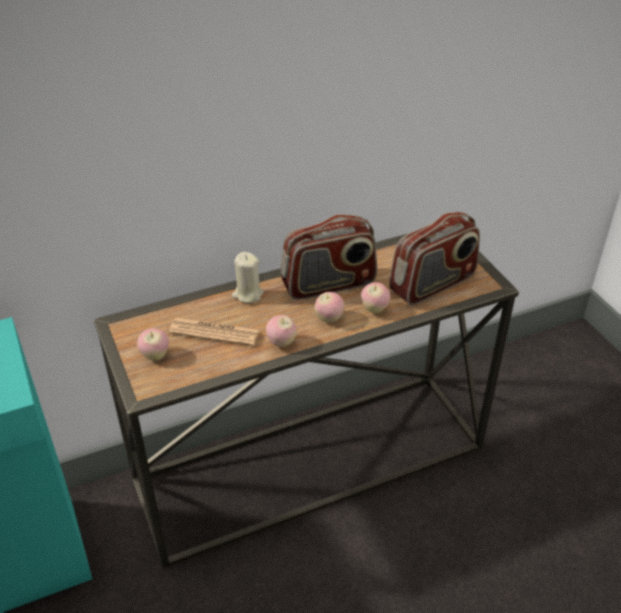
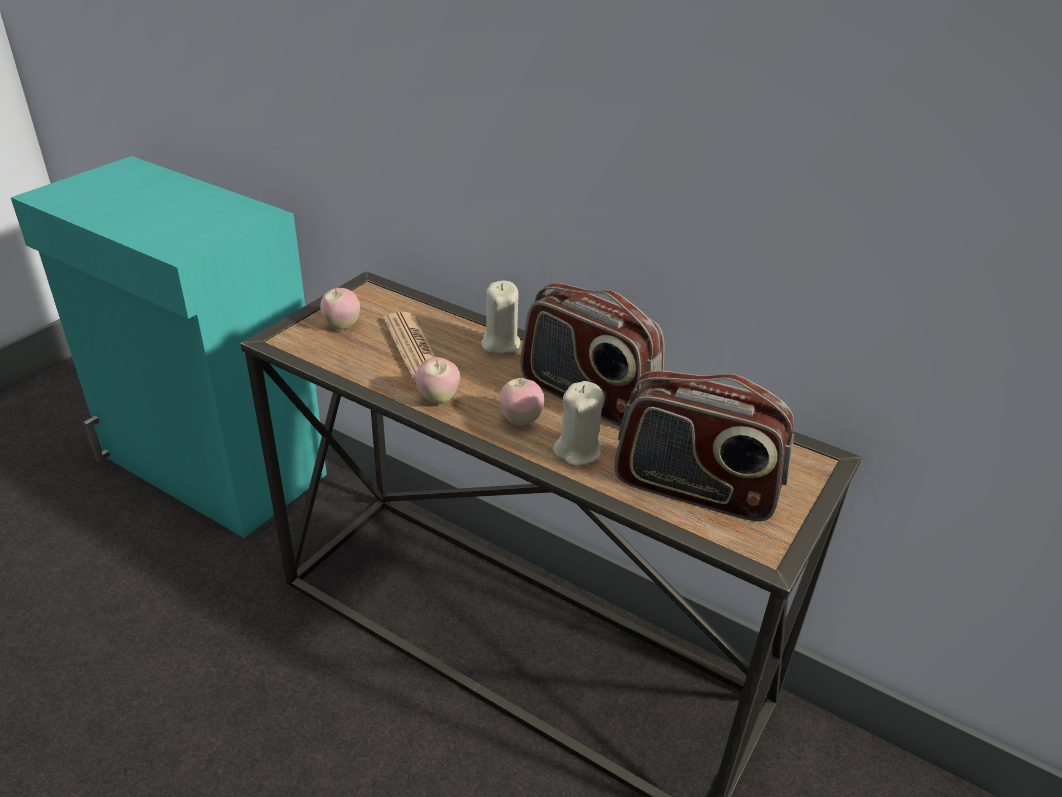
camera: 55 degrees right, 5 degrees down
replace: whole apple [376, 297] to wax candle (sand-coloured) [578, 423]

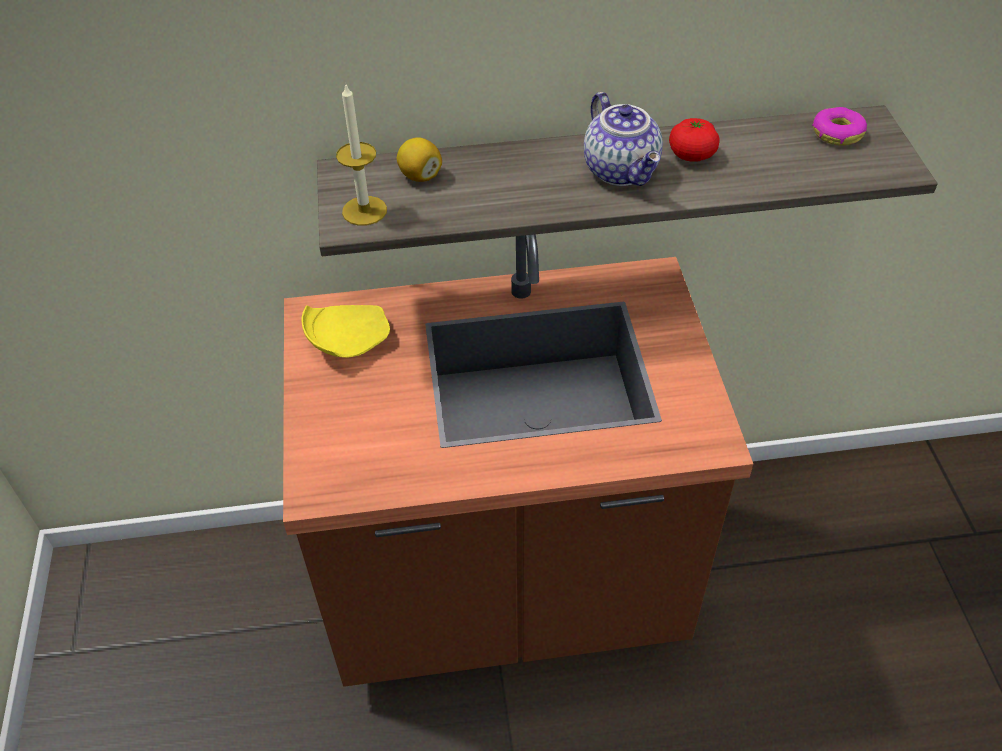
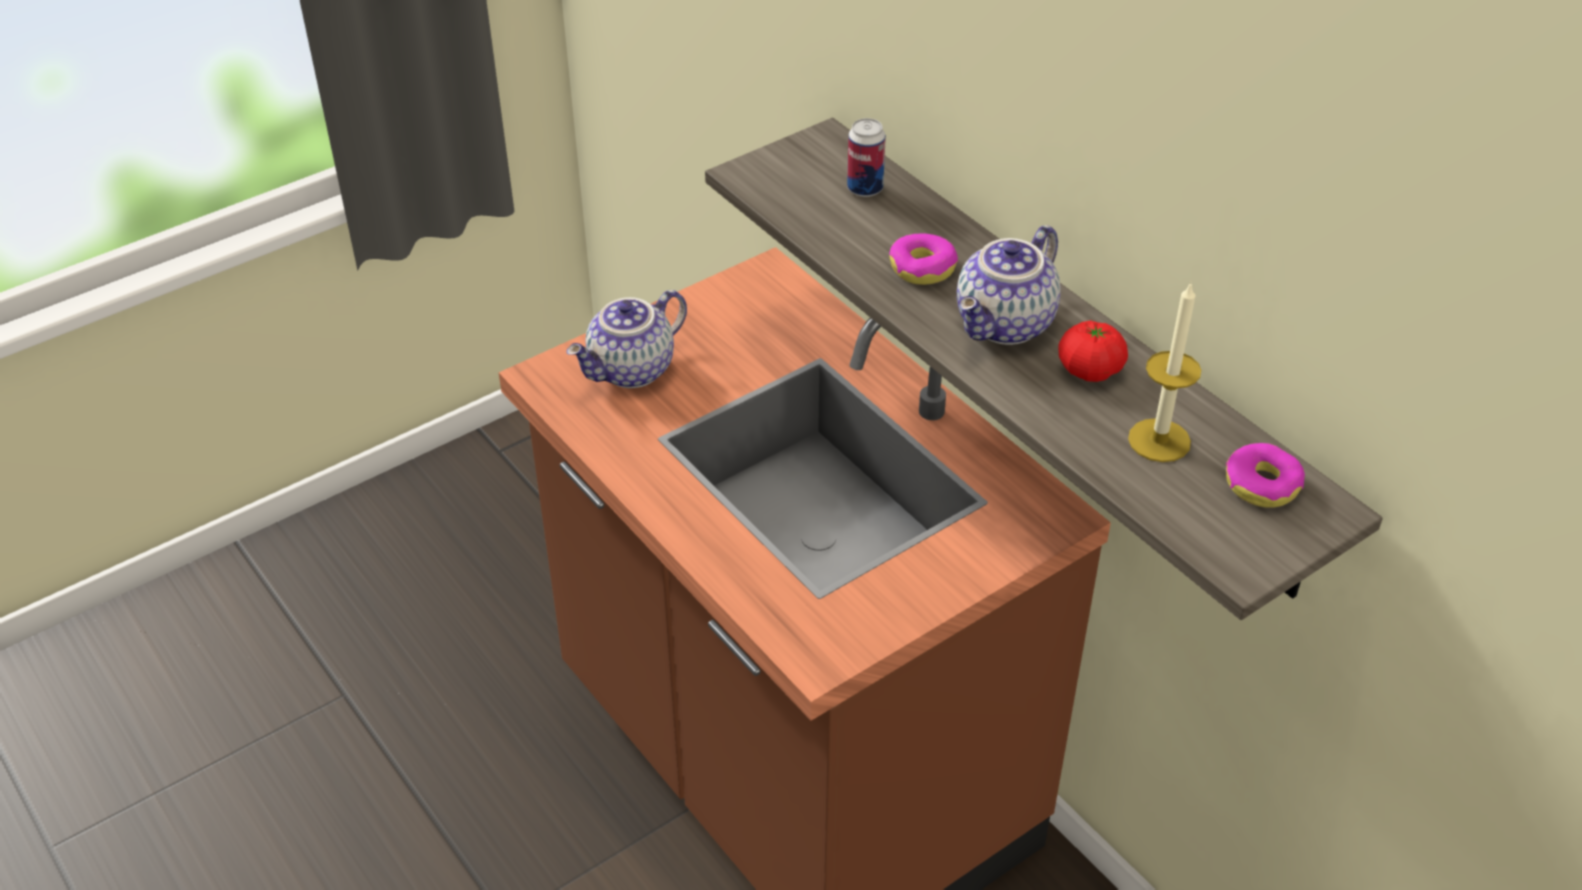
camera: 60 degrees right, 5 degrees down
delete: flat dish (yellow-coloured) [346, 331]
insert: pot for tea [627, 339]; ring doughnut [923, 259]
move: wax candle [361, 154] to [1164, 371]
replace: lemon [419, 159] to metal can [866, 157]

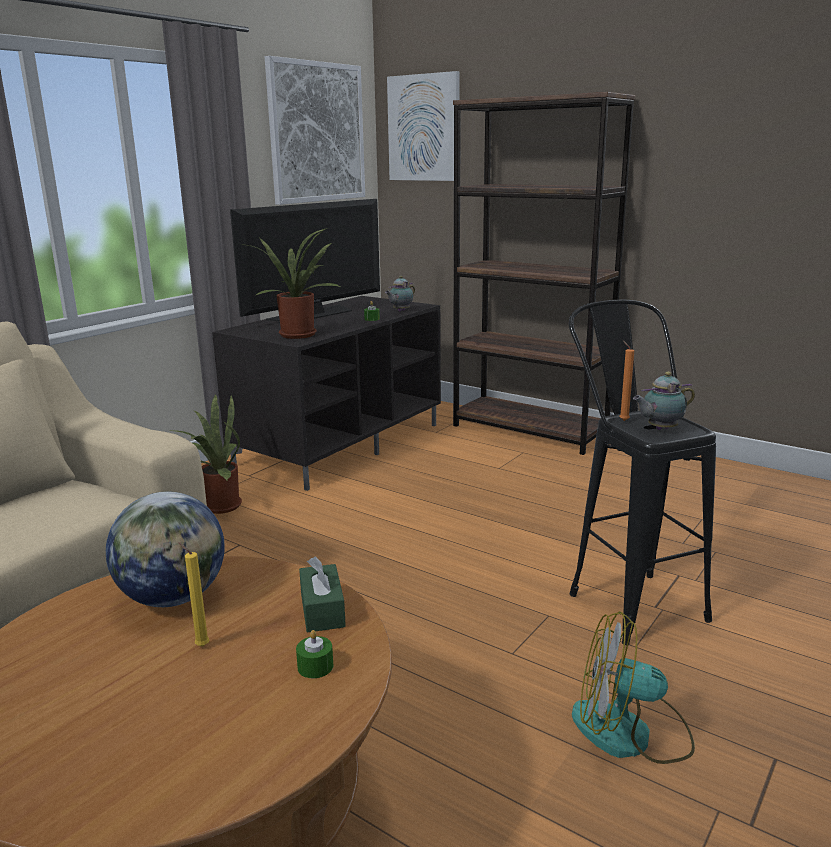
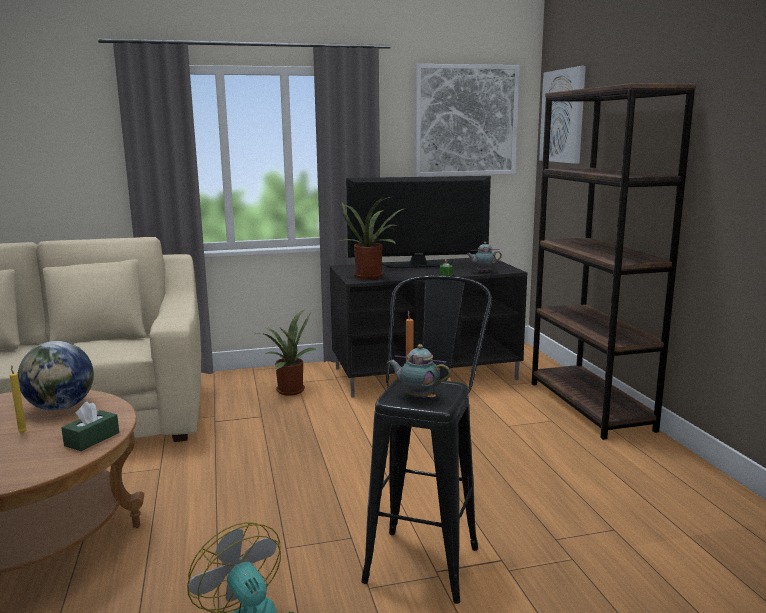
camera: 40 degrees right, 5 degrees down
delete: wax candle (green-coloured) [314, 654]

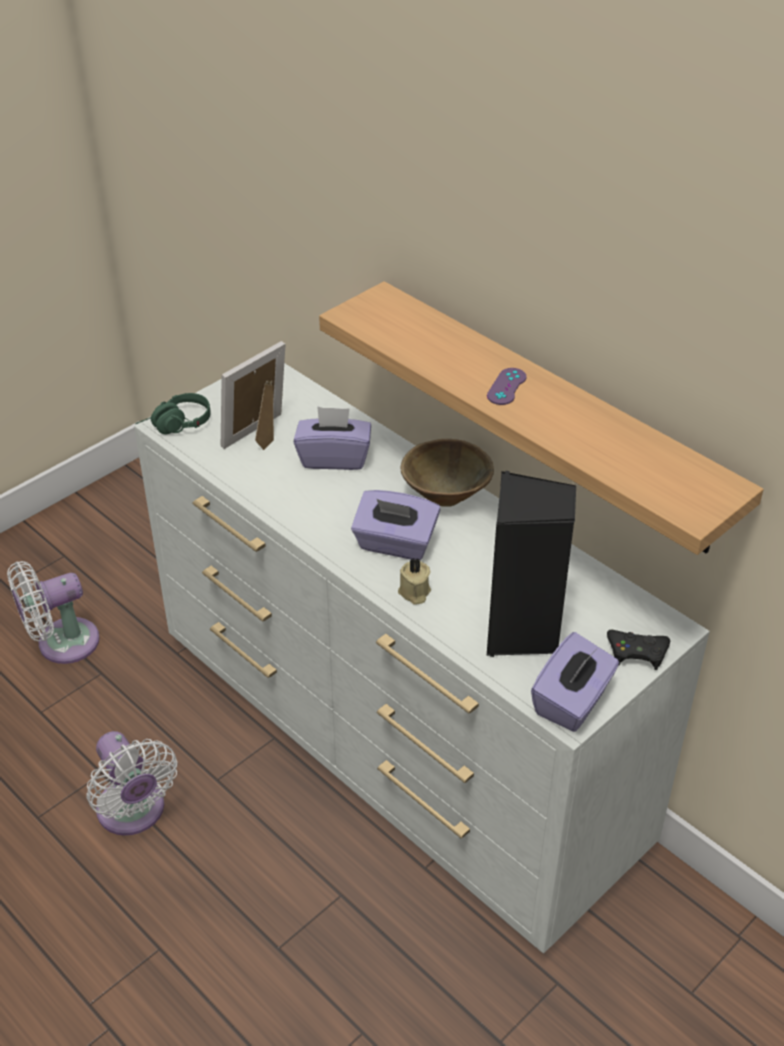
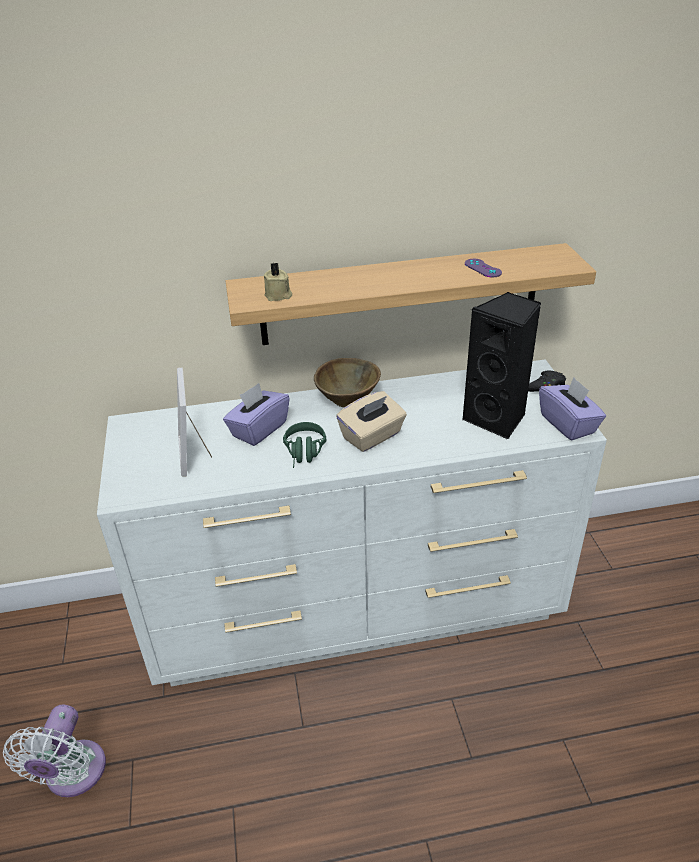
camera: 55 degrees left, 5 degrees down
delete: cooling fan (whitish) [132, 783]
move: pair of headphones (green-coloured) [173, 413] to [304, 445]; wax candle (sand-coloured) [414, 581] to [277, 282]; joypad (purplish) [507, 386] to [483, 268]
recolor: tissue holder (purplish) [395, 525] to tissue holder (sand-coloured) [371, 421]

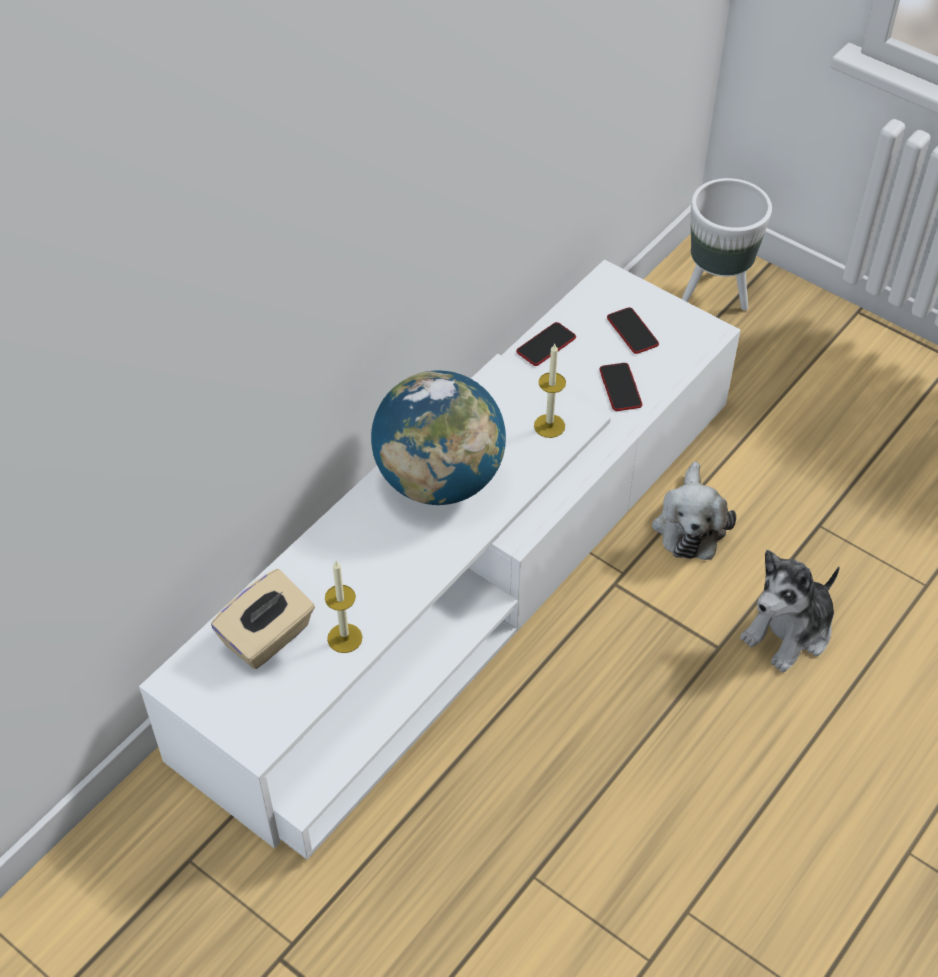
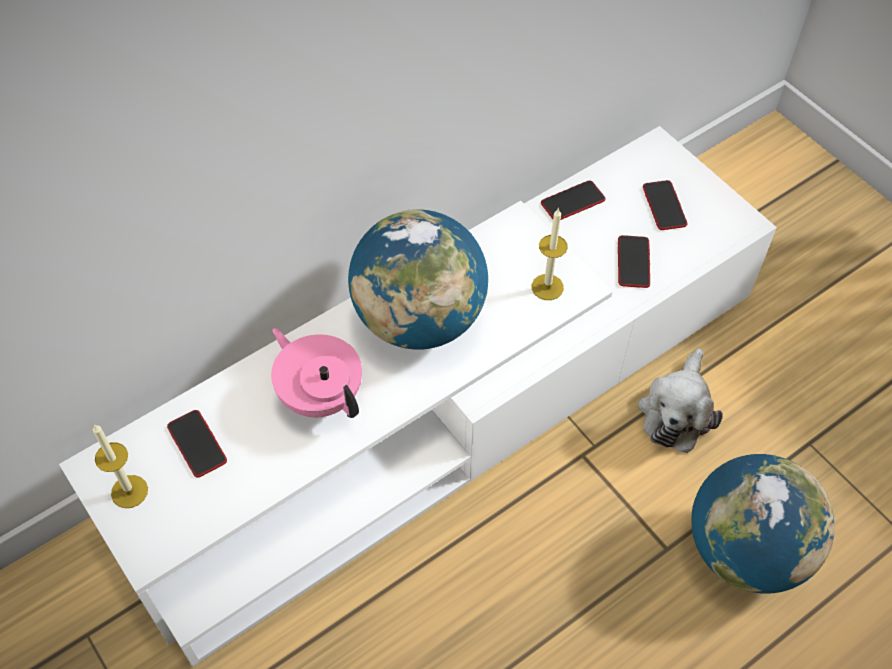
camera: 15 degrees right, 5 degrees up
delete: plant pot (whitish) [727, 244]
insert: pot for tea (pink) [316, 373]
move: wax candle [343, 607] to [120, 466]
replace: tissue holder (sand-coloured) [263, 619] to phone [197, 443]; soft toy [790, 611] to globe [763, 524]

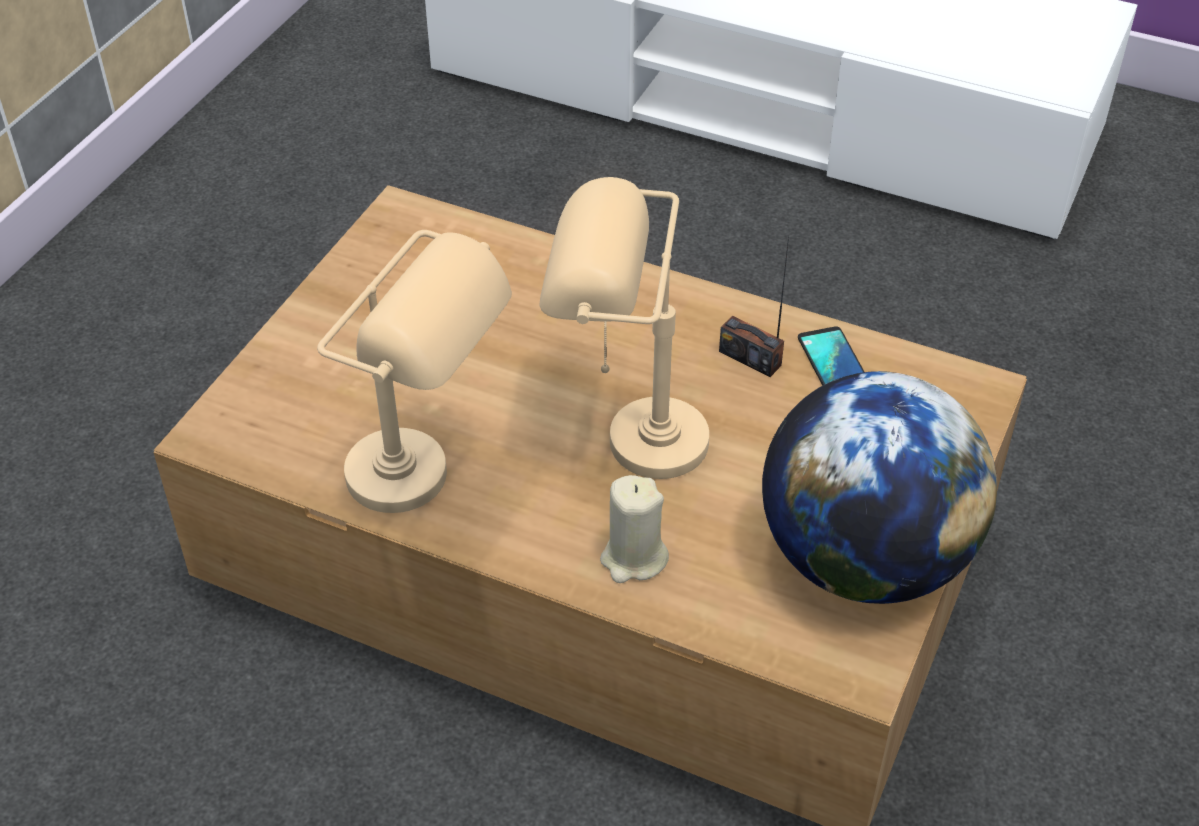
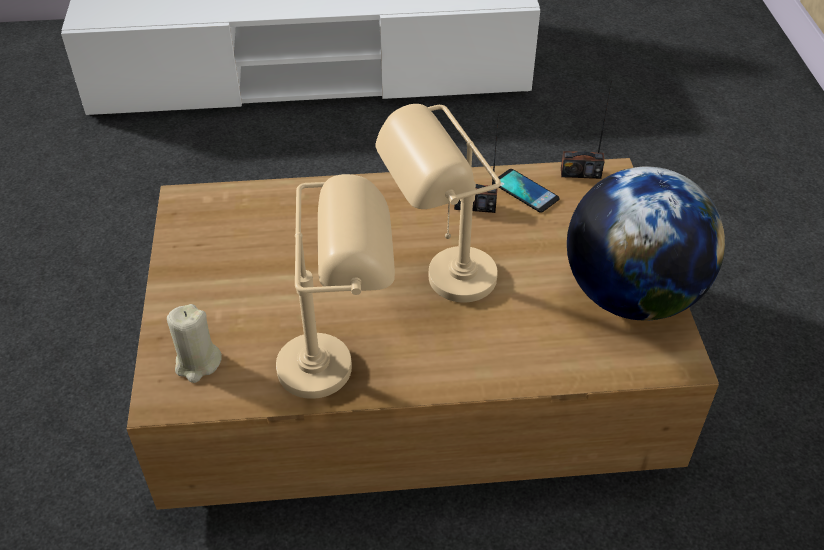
camera: 30 degrees left, 0 degrees up
insert: radio set [586, 132]
move: wax candle (sand-coloured) [634, 529] to [194, 343]

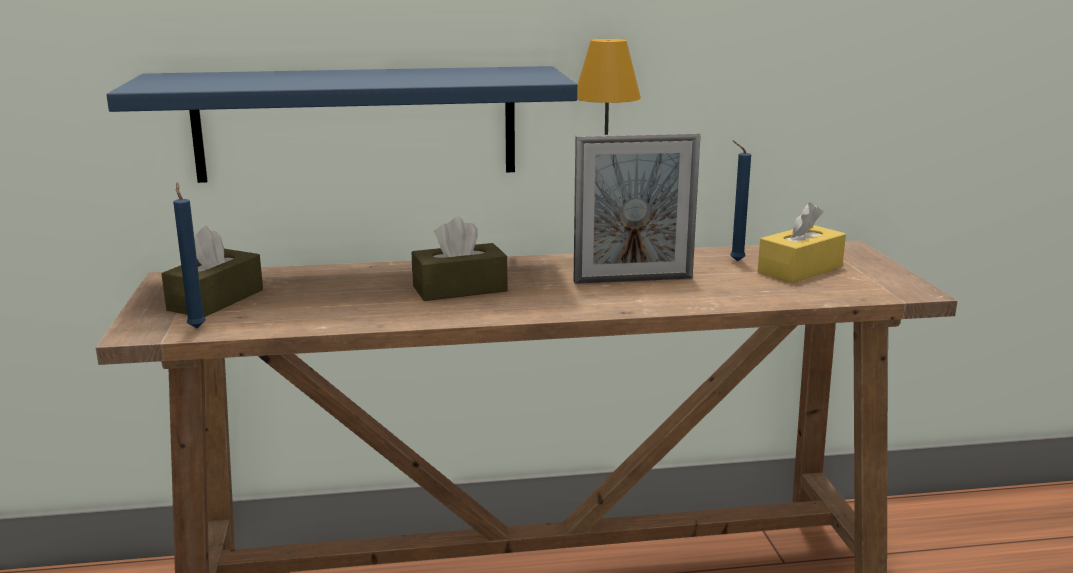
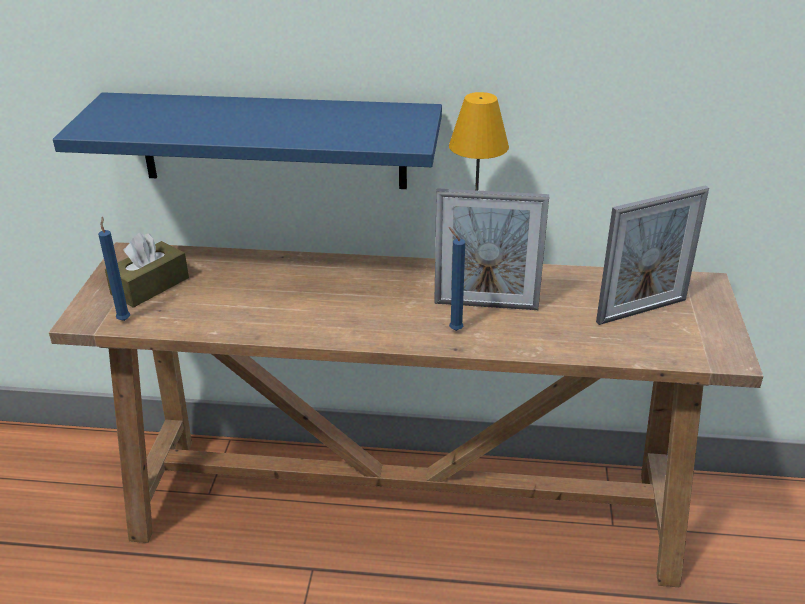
camera: 15 degrees right, 15 degrees up
delete: tissue holder (brownish) [460, 259]
move: wax candle (blue) [740, 201] to [457, 279]
replace: tissue holder (yellow-coloured) [802, 242] to picture frame [652, 255]

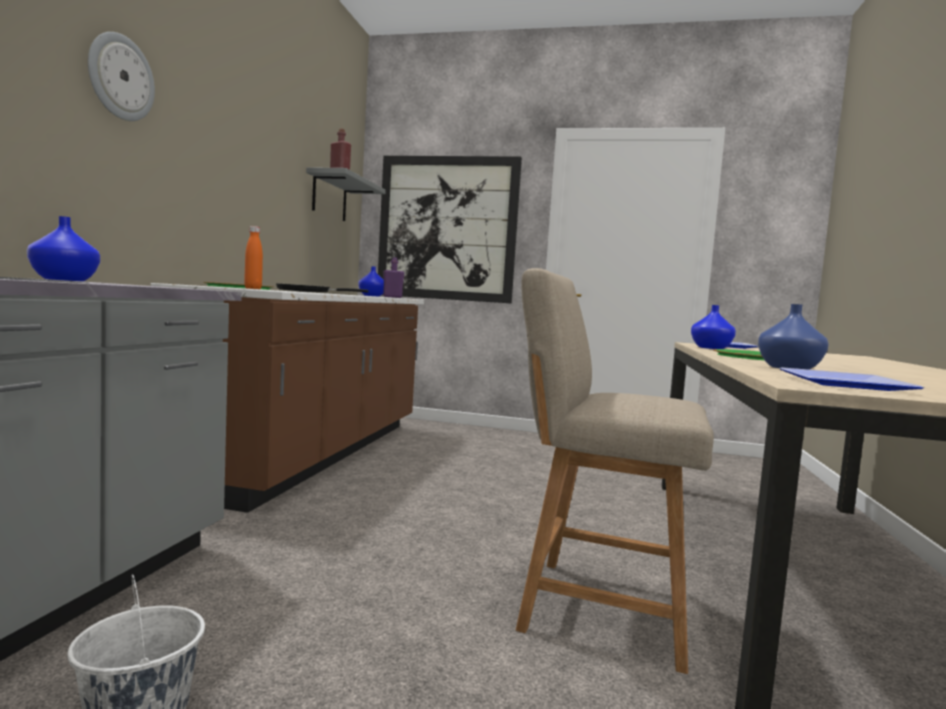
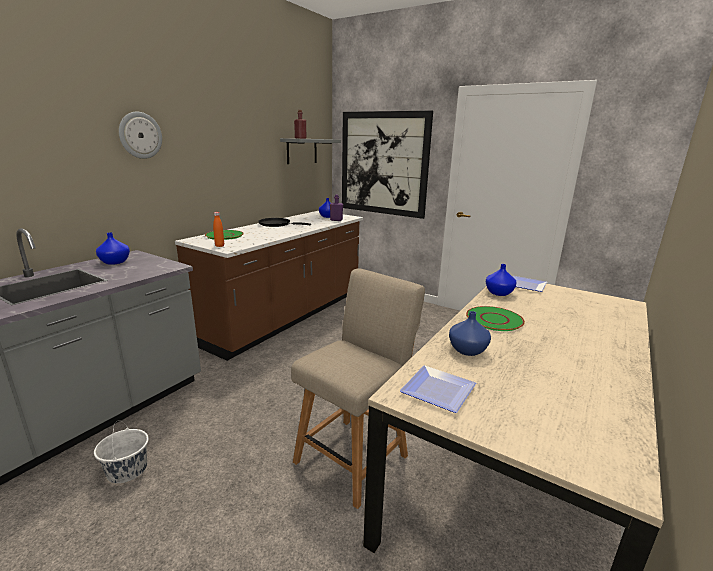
camera: 20 degrees right, 15 degrees up
rotate: plain chair (sand-coloured) [615, 471] = [358, 388] 90 degrees clockwise

